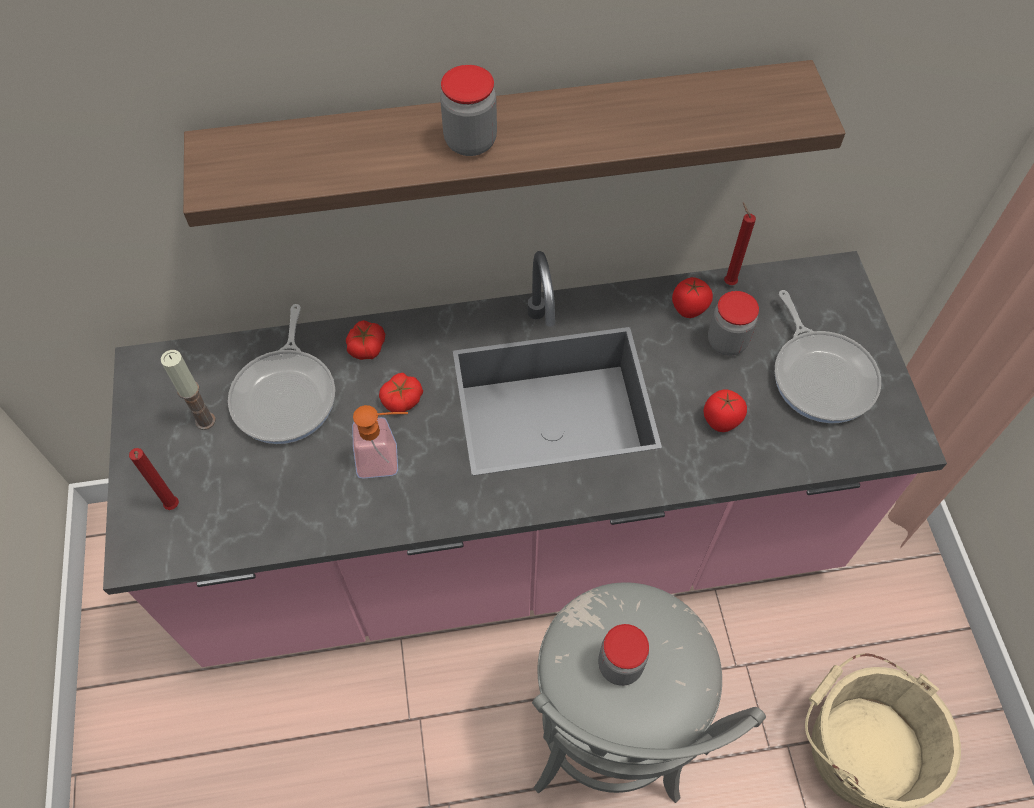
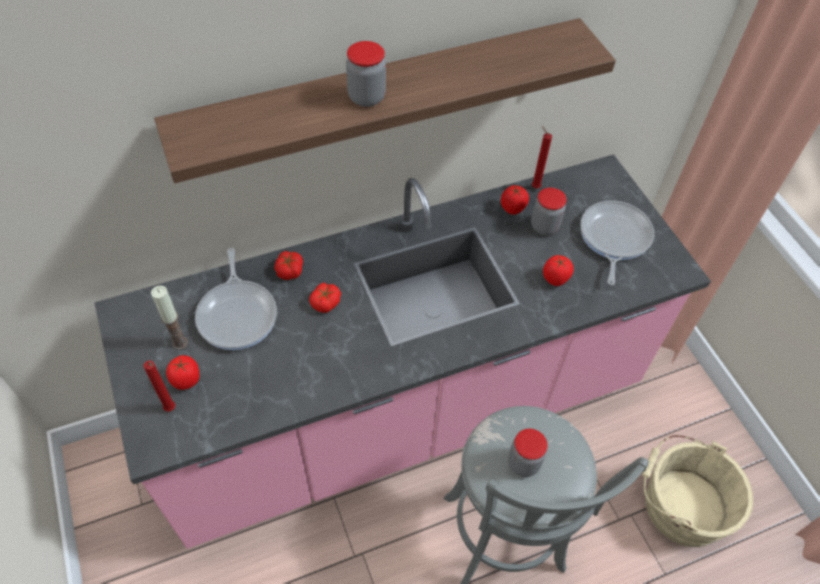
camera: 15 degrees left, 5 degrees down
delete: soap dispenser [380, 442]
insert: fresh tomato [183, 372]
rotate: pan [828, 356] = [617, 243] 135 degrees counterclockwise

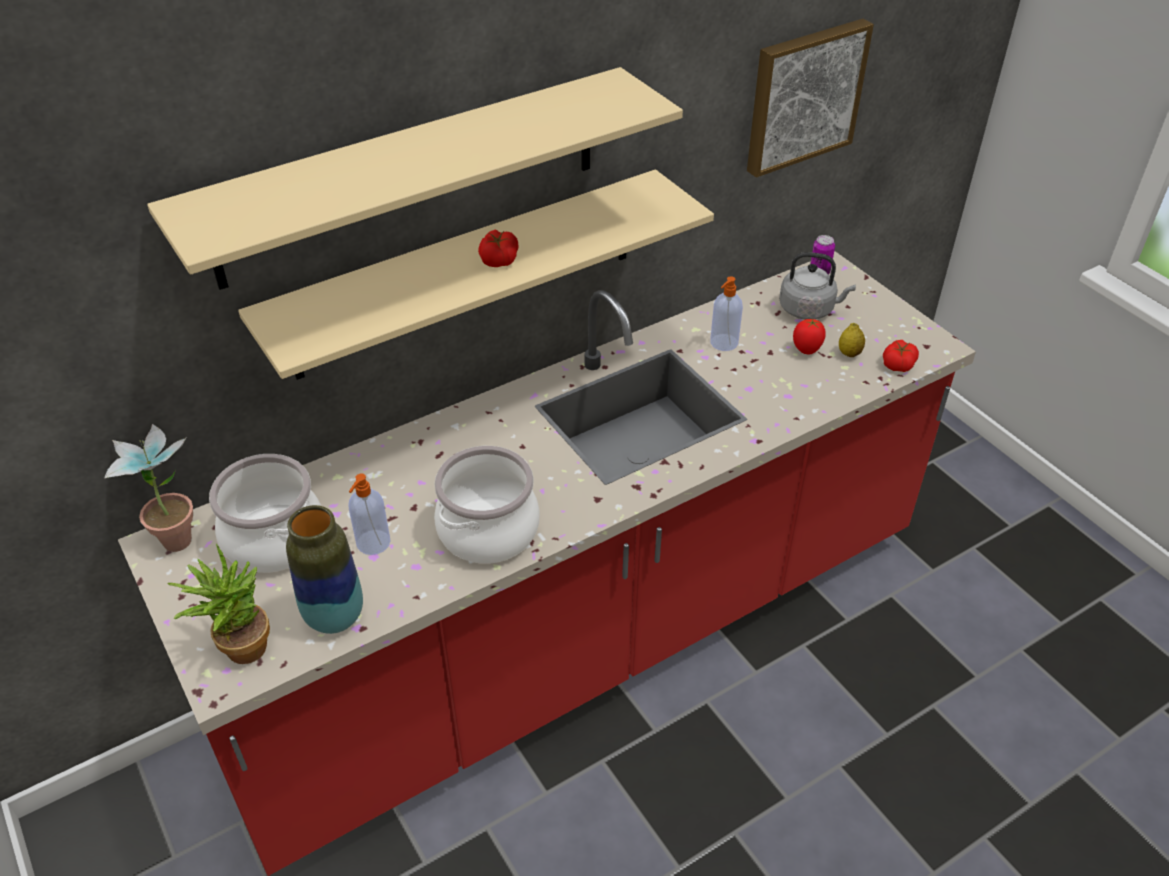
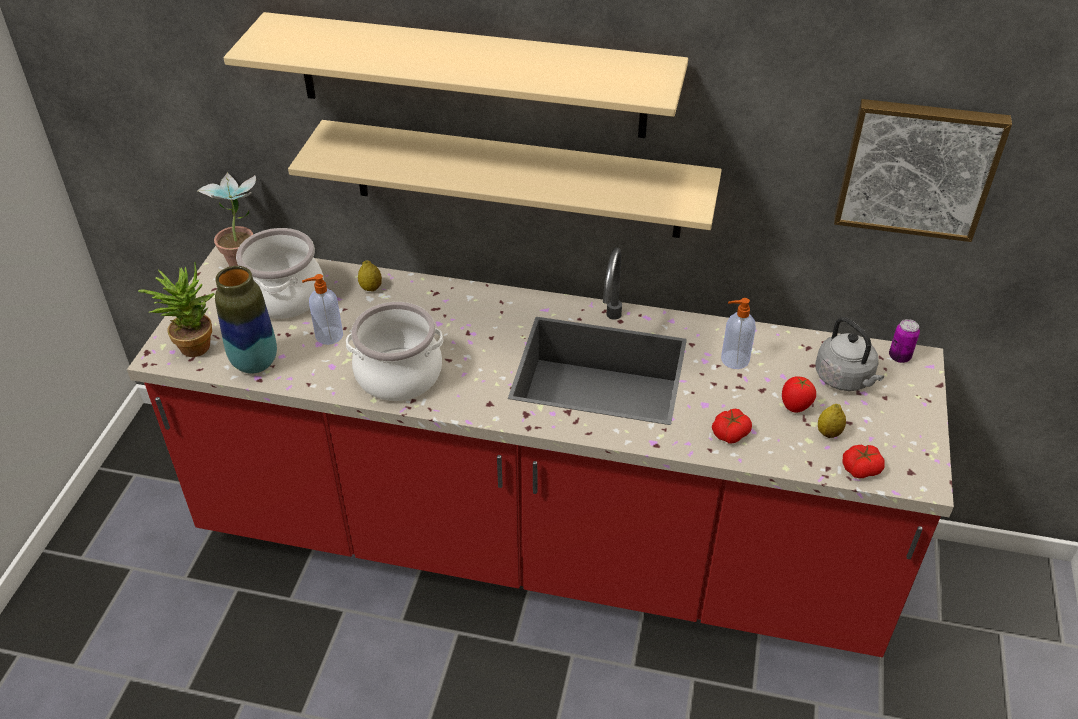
camera: 45 degrees right, 0 degrees up
insert: lemon [370, 275]
move: fresh tomato [498, 248] to [732, 426]

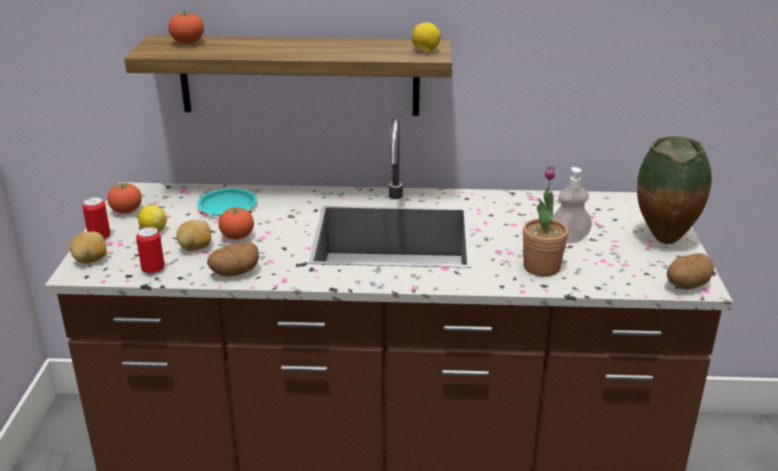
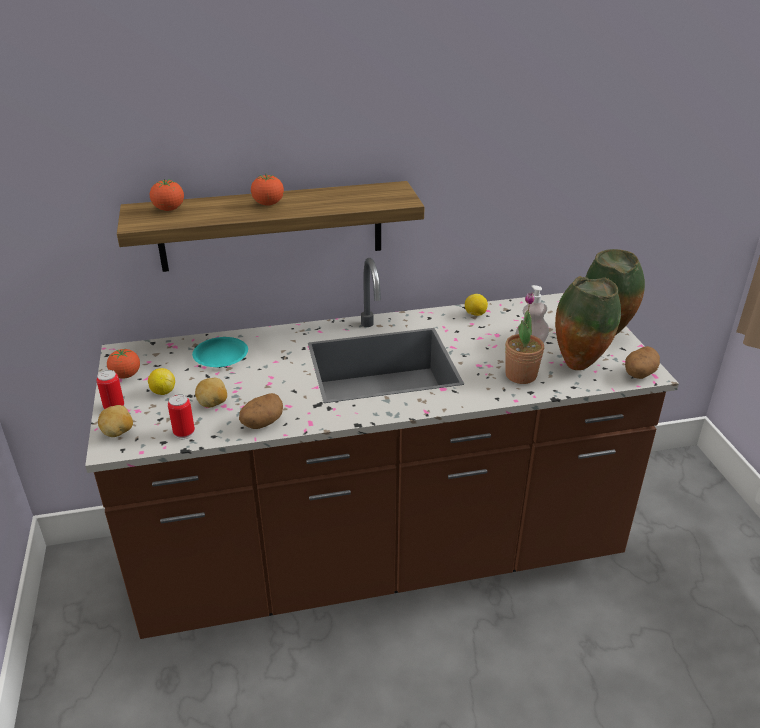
camera: 15 degrees left, 5 degrees up
insert: vase [588, 323]
move: fresh tomato [236, 223] to [267, 189]; lemon [426, 37] to [476, 305]

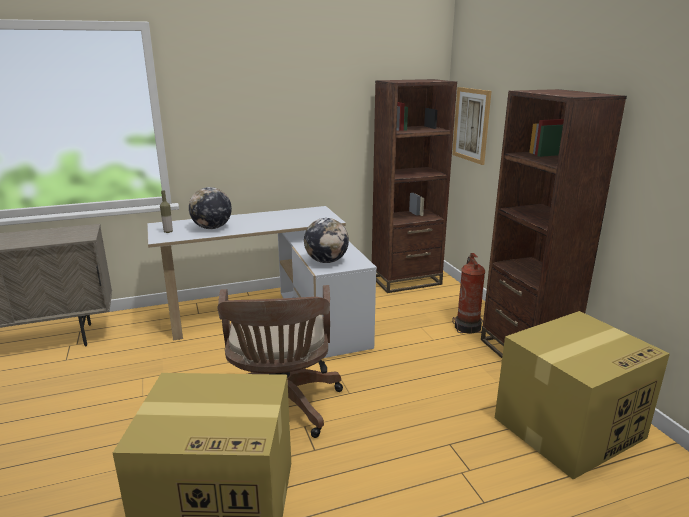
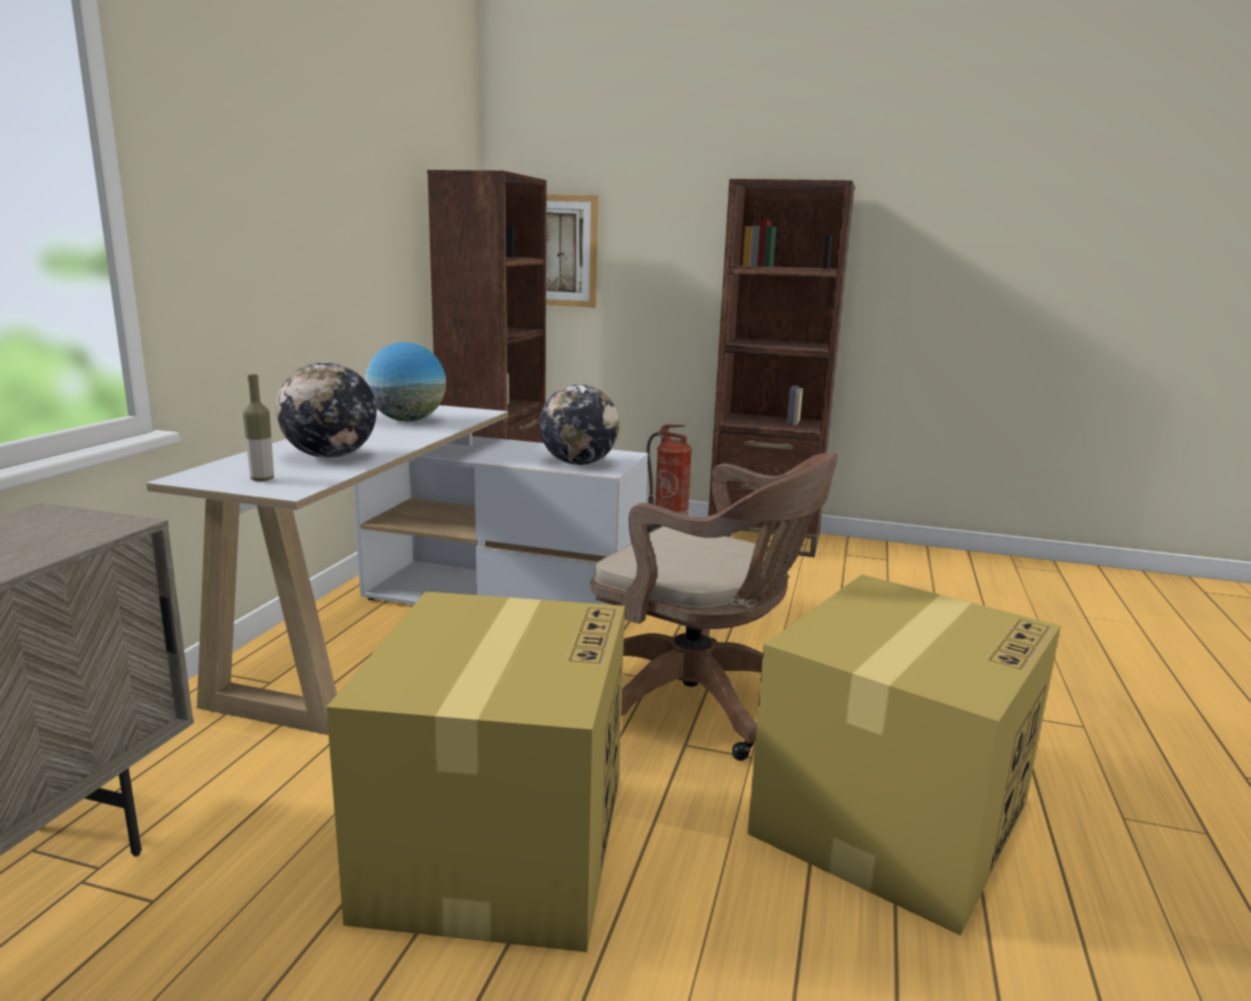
camera: 55 degrees left, 5 degrees down
insert: globe [405, 381]
move: packing box [582, 395] to [475, 771]

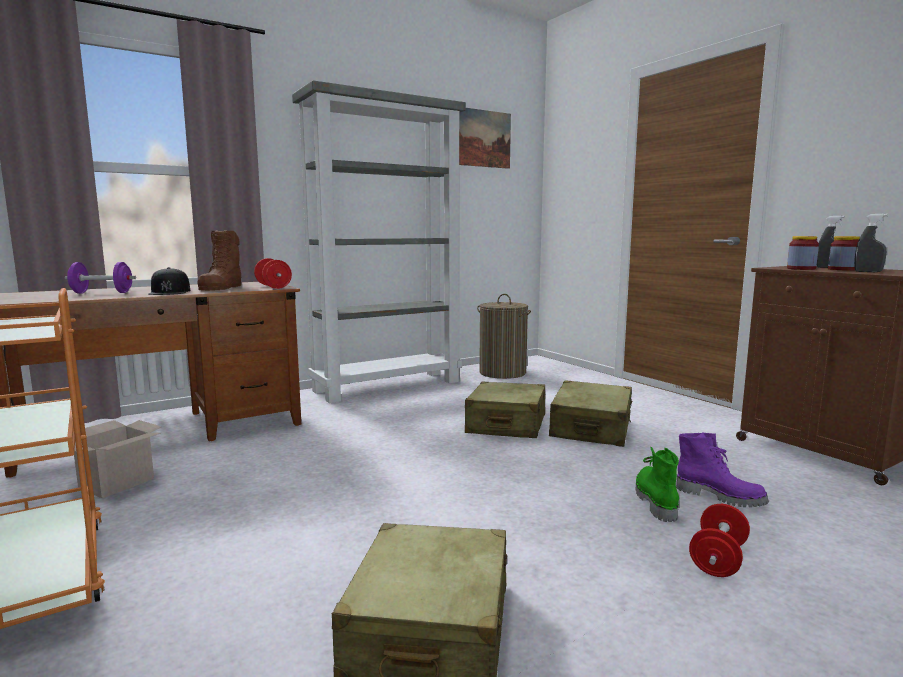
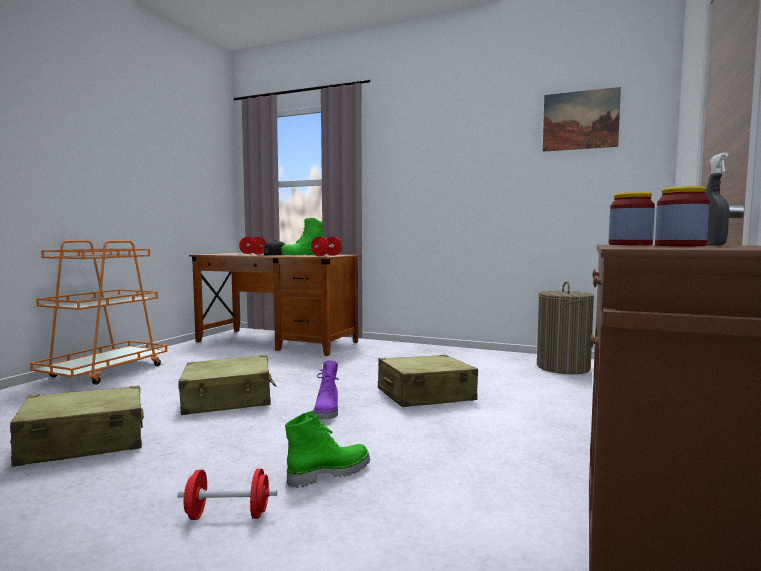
camera: 55 degrees right, 5 degrees down
delete: packing box [118, 459]; shelving unit (greyish) [379, 241]; spray bottle (greyish) [871, 243]
move: travel case (sand-coloured) [591, 414] to [227, 385]; boot (purplish) [722, 469] to [326, 389]
recolor: dumbbell (purplish) [100, 278] to dumbbell (red) [252, 245]; boot (brownish) [219, 260] to boot (green-coloured) [302, 236]

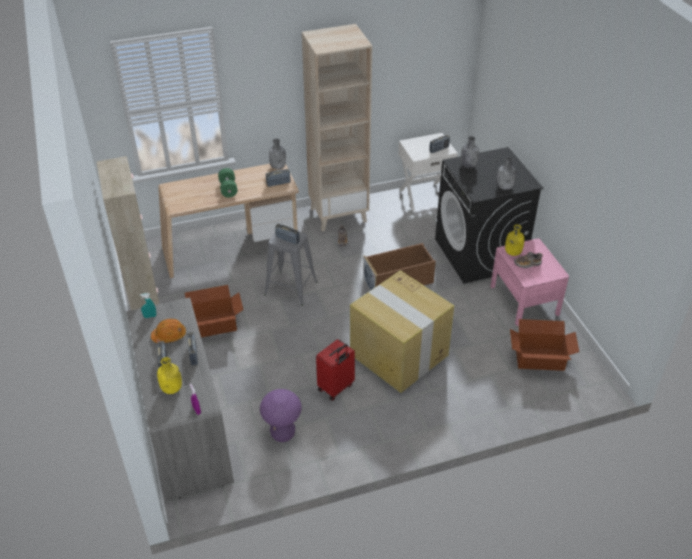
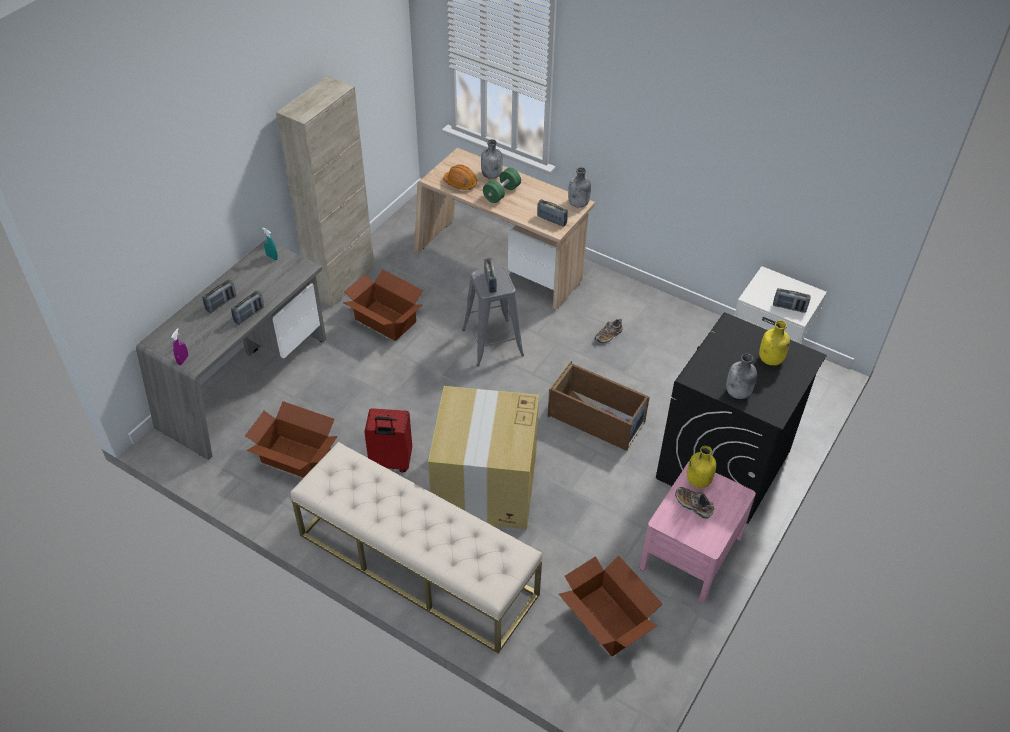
camera: 50 degrees right, 5 degrees up
delete: shelving unit (sand-coloured) [337, 127]
insert: indoor bench (sand-coloured) [416, 548]
move: safety helmet (orange) [168, 331] to [460, 177]; drink bottle (yellow-coloured) [169, 375] to [774, 343]; drink bottle (greyish) [470, 152] to [492, 159]
replace: stool seat (purplish) [281, 415] to packing box [291, 439]

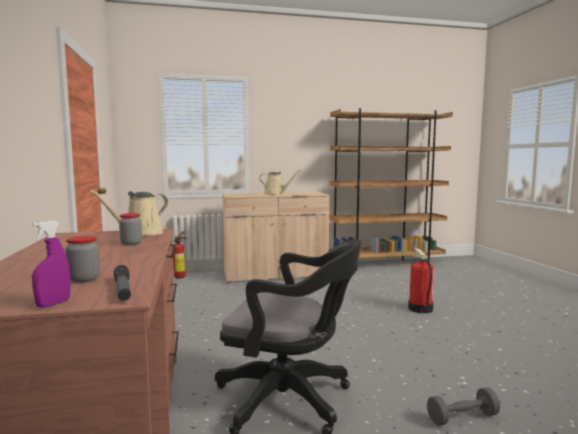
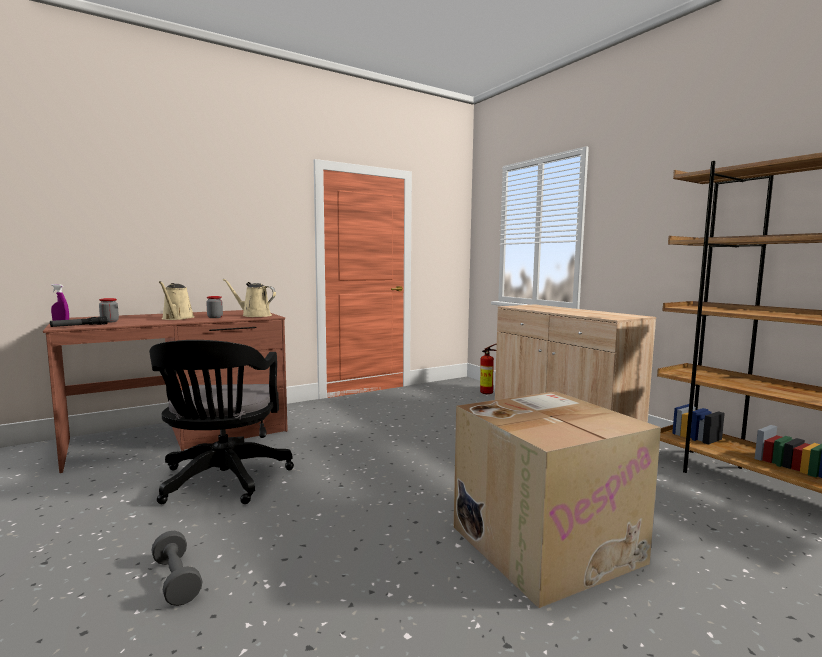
camera: 70 degrees right, 0 degrees up
move: watering can (sand-coloured) [279, 182] to [177, 300]
replace: fire extinguisher [421, 280] to packing box [557, 499]

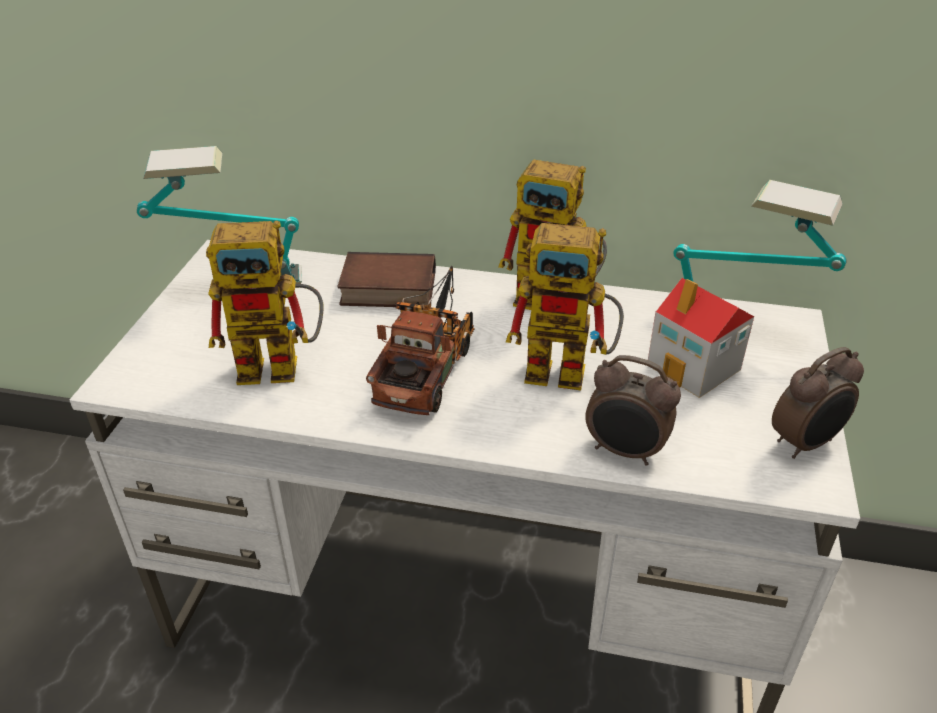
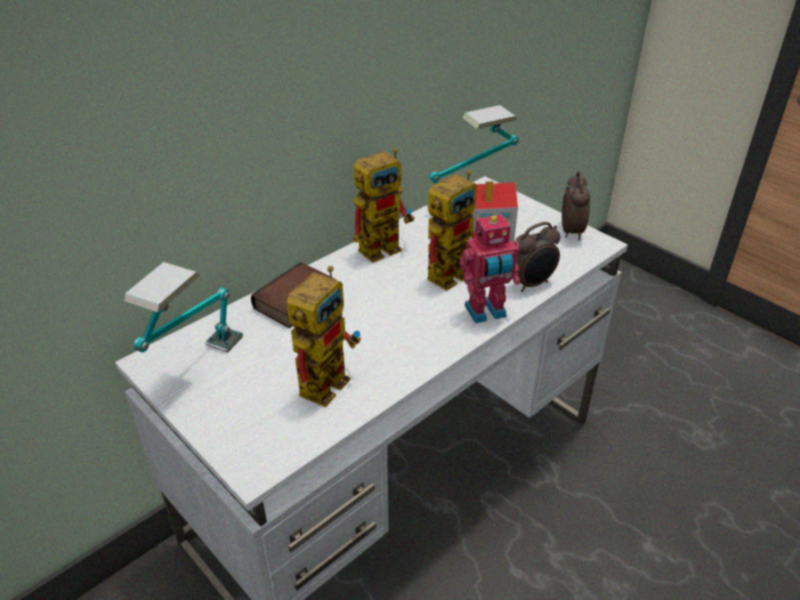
camera: 55 degrees left, 0 degrees up
delete: toy lorry [420, 340]
insert: toy robot [490, 268]

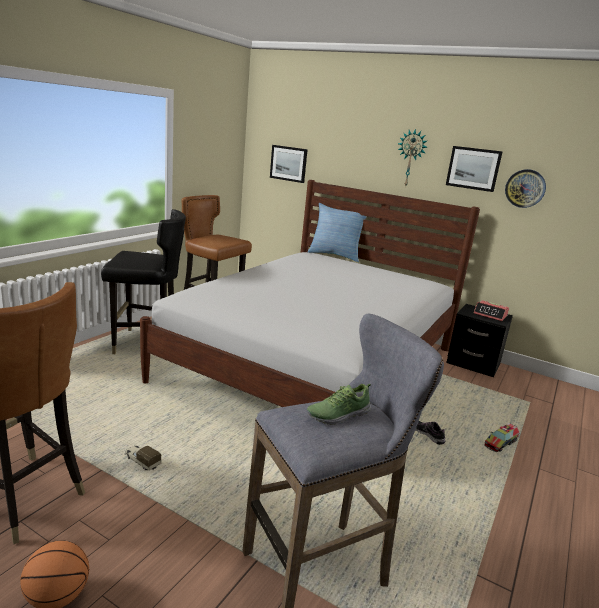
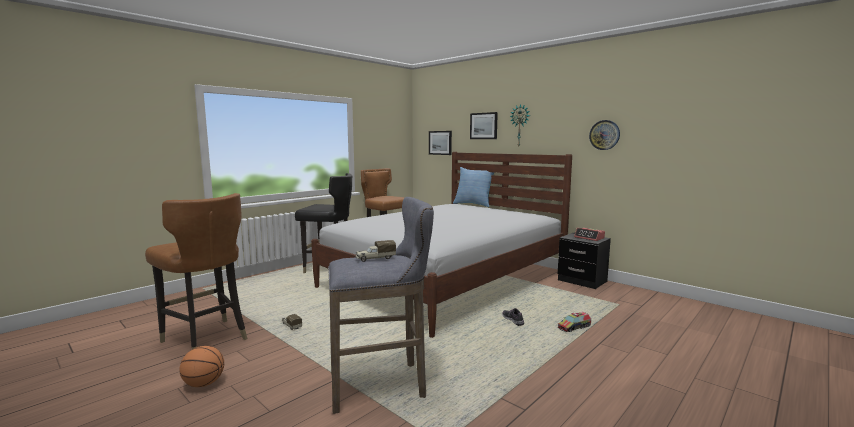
camera: 15 degrees right, 10 degrees down
move: wall picture [474, 169] to [484, 125]
replace: shoe [339, 404] to toy lorry [376, 251]

